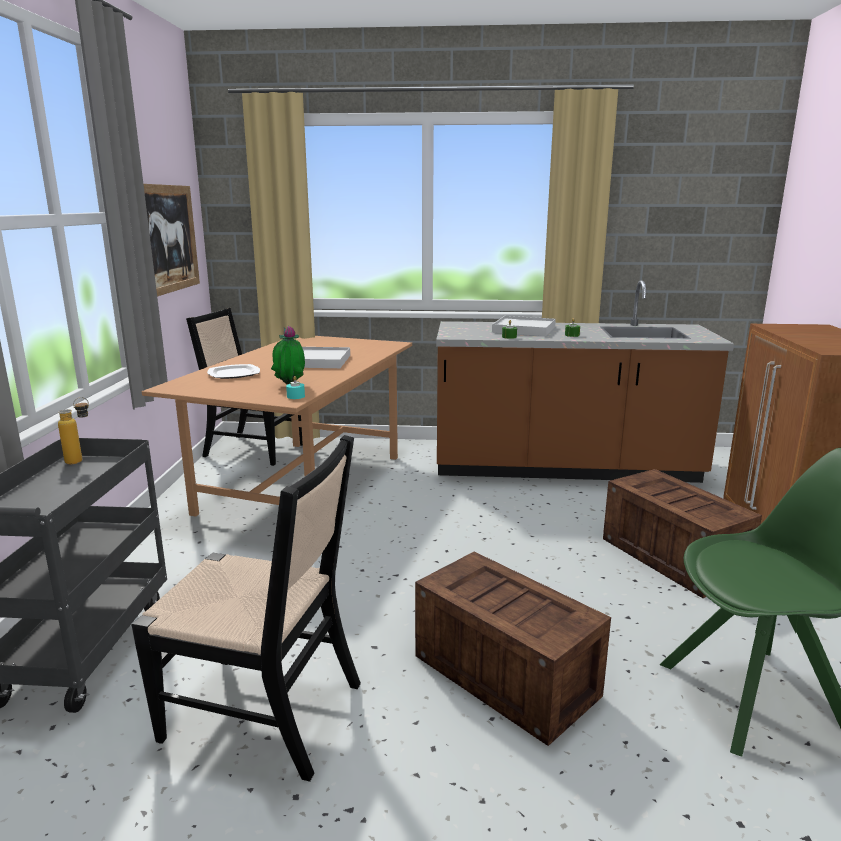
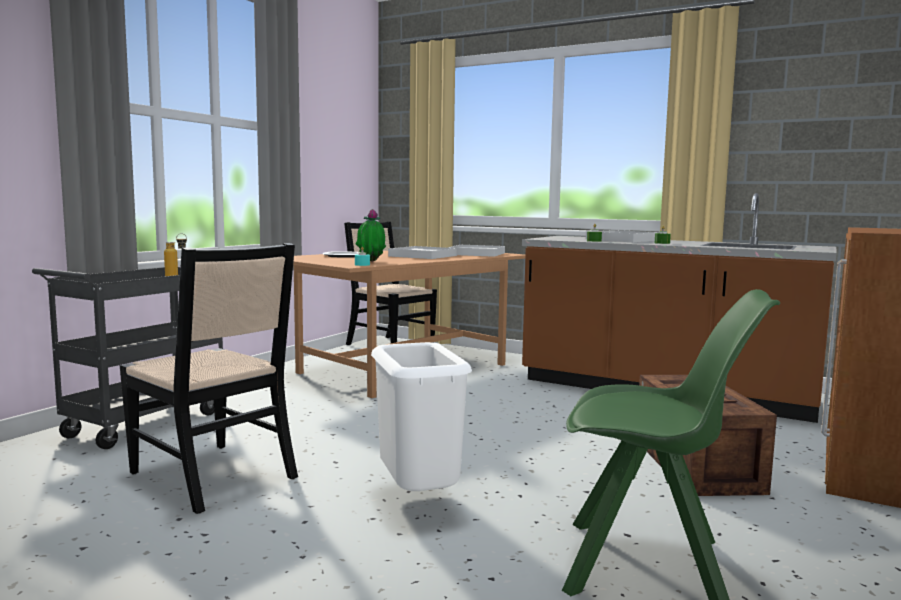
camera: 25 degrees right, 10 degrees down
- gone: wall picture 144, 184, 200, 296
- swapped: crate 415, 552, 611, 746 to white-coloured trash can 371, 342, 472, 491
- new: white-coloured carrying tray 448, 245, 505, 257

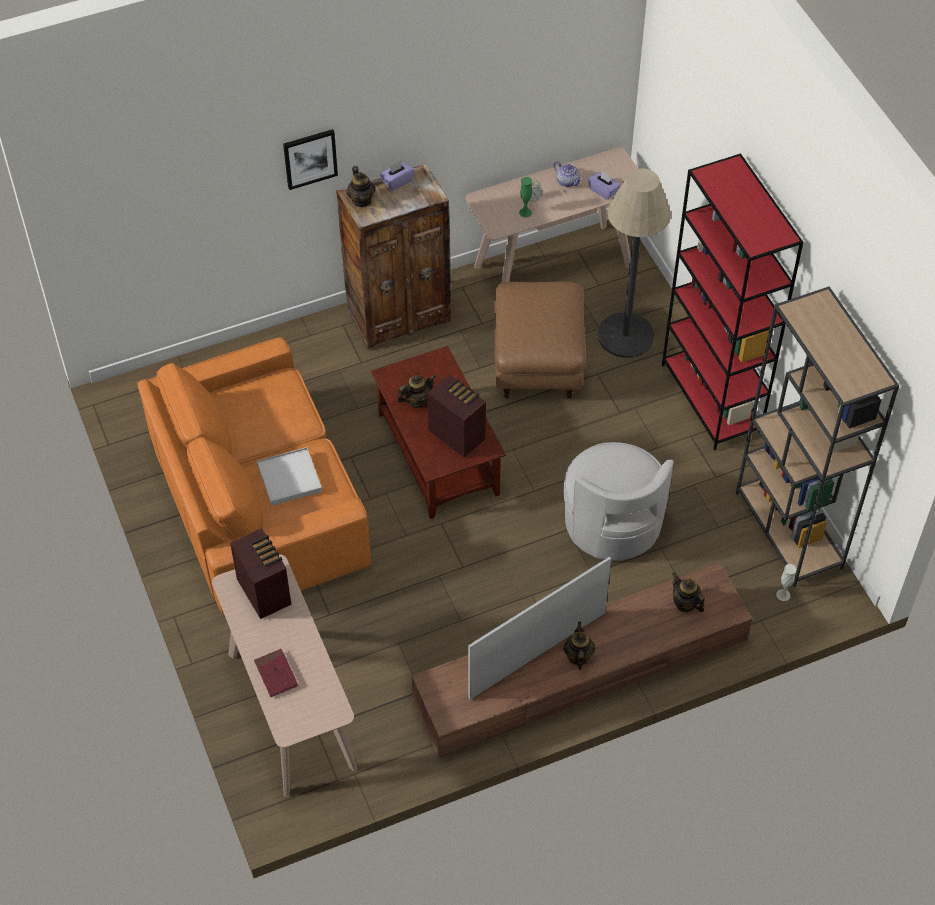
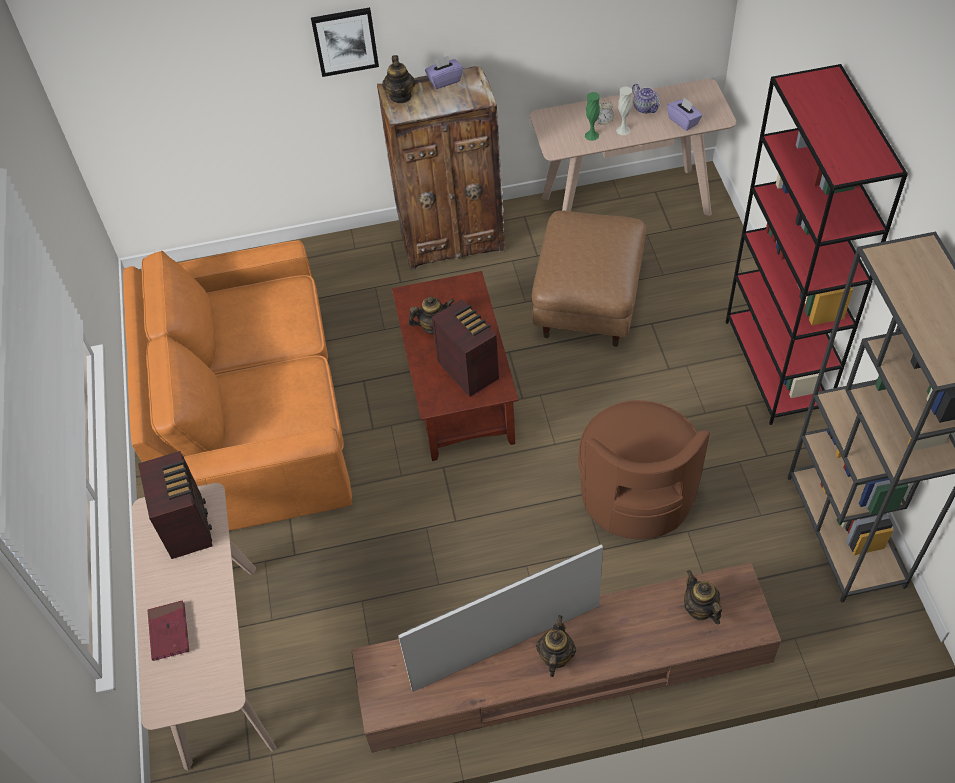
camera: 15 degrees right, 0 degrees up
- gone: standard lamp 598, 168, 671, 358
- repainted: white-coloured easy chair 563, 442, 674, 561 to brown easy chair 578, 400, 709, 539
- gone: white-coloured carrying tray 257, 447, 322, 506
- shifted: white-coloured vase 777, 564, 796, 601 to 616, 86, 632, 135

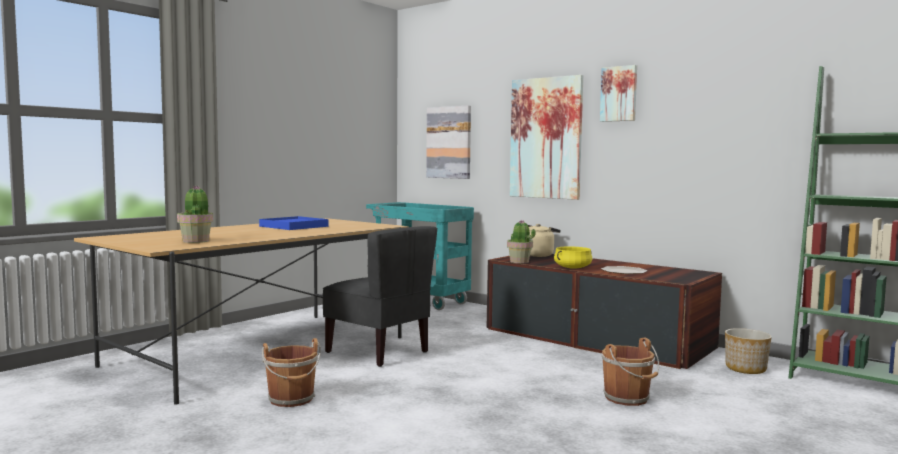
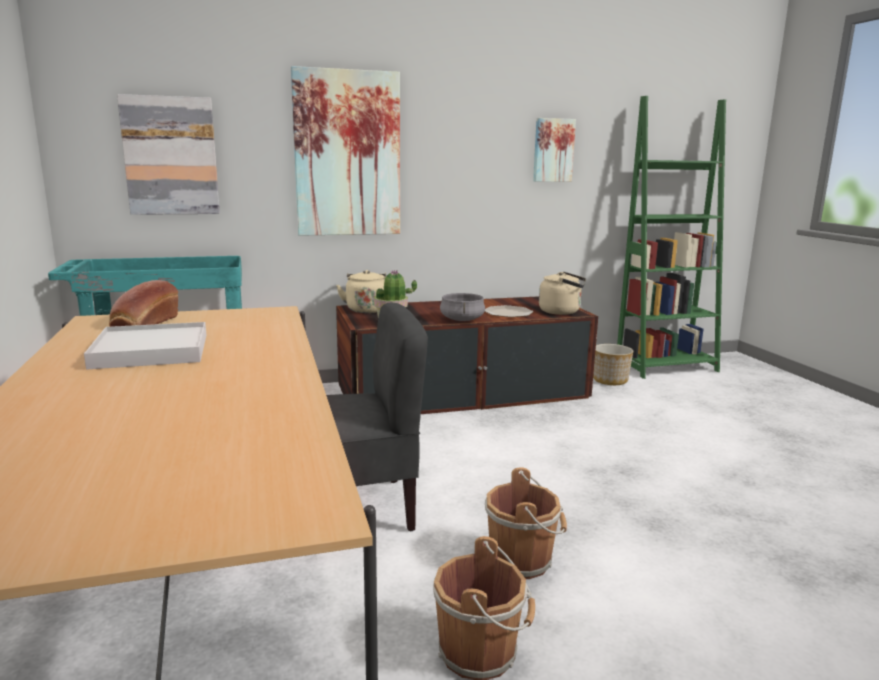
camera: 55 degrees left, 10 degrees up
- shifted: wall picture 600, 65, 637, 122 to 533, 118, 576, 182
- gone: plant in a pot 177, 186, 213, 243
- repainted: bluish carrying tray 259, 216, 328, 230 to white-coloured carrying tray 84, 322, 206, 370
- repainted: yellow saucepot 554, 246, 592, 269 to gray saucepot 440, 293, 485, 321
- shifted: brown pail 602, 338, 659, 406 to 485, 467, 567, 579
- new: beige-coloured kettle 539, 272, 586, 315
- new: bakery bread 109, 280, 178, 327

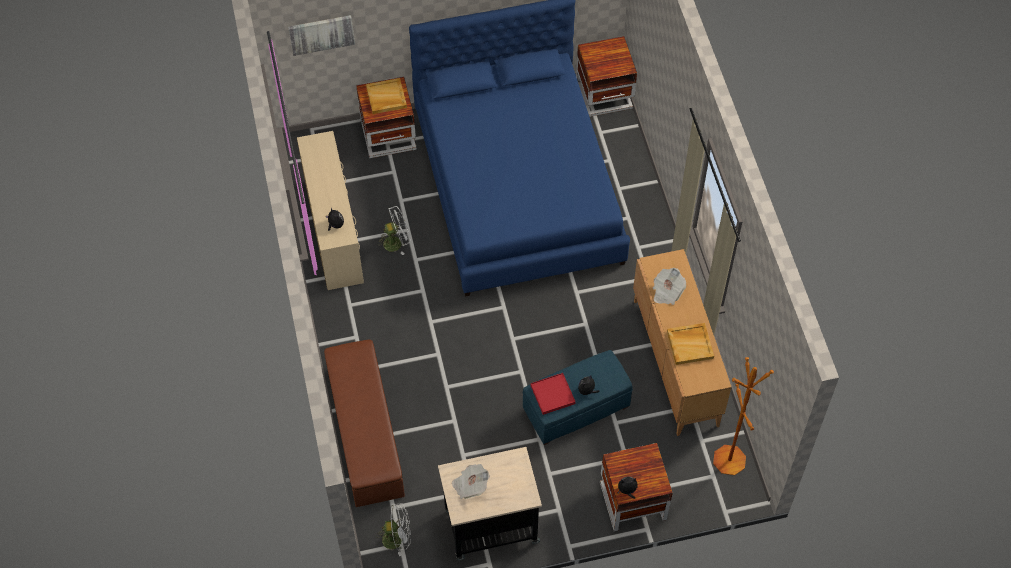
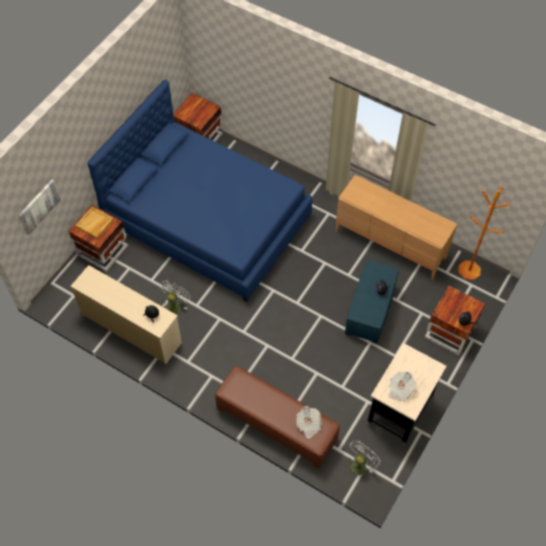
camera: 45 degrees left, 0 degrees up
- shifted: printed paper 653, 268, 686, 305 to 296, 406, 322, 438
- gone: beige-coloured carrying tray 667, 323, 714, 365
- gone: red carrying tray 531, 373, 576, 415

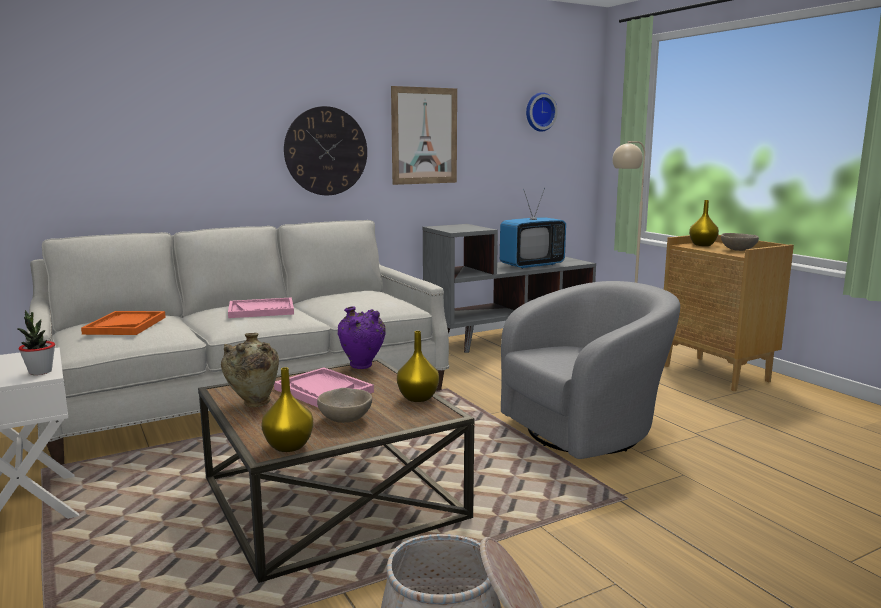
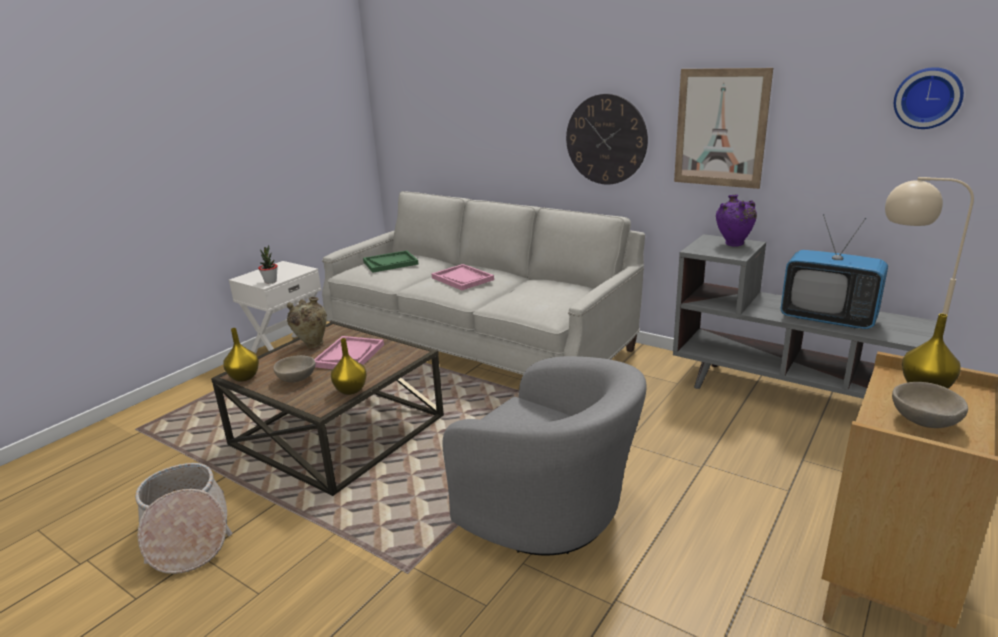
camera: 65 degrees right, 10 degrees up
- shifted: purple-coloured vase 338, 306, 386, 369 to 716, 194, 757, 246
- repainted: orange-coloured carrying tray 81, 311, 166, 335 to greenish carrying tray 363, 250, 418, 273

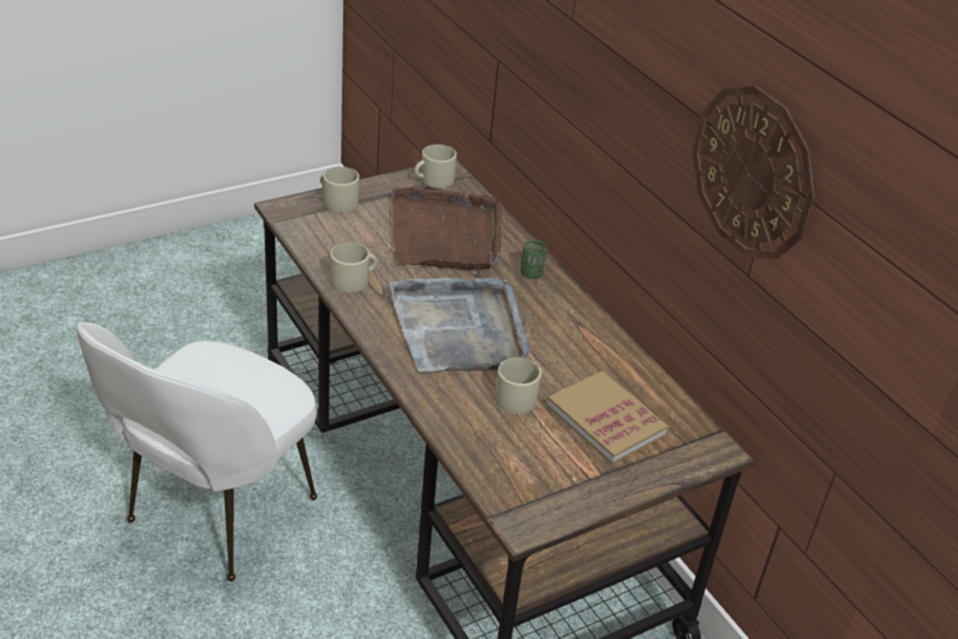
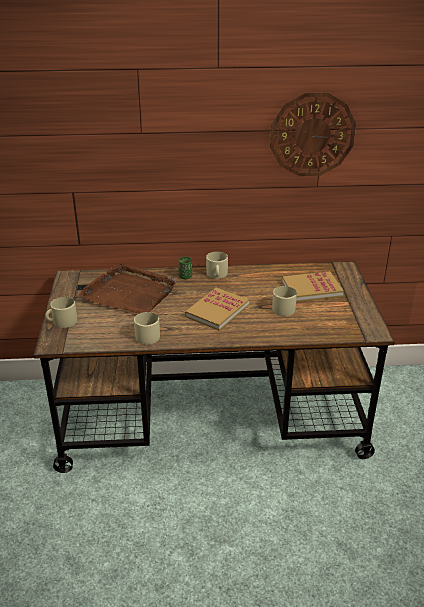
camera: 60 degrees left, 5 degrees down
- shifted: beige-coloured coffee mug 414, 144, 457, 188 to 206, 251, 228, 279
- swapped: gray carrying tray 389, 278, 530, 372 to book 185, 288, 249, 331
- gone: white-coloured chair 77, 322, 317, 581

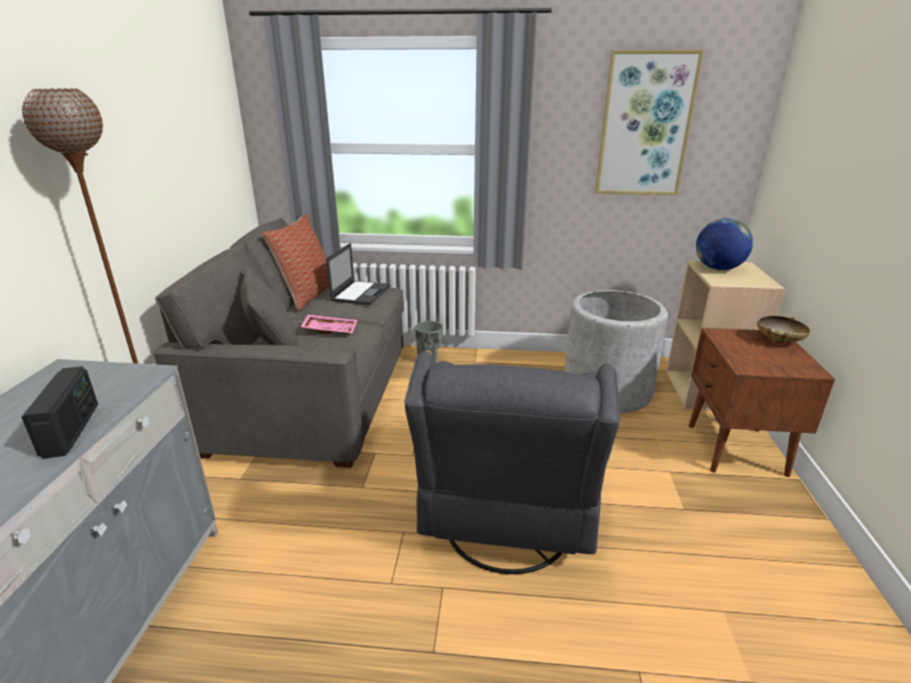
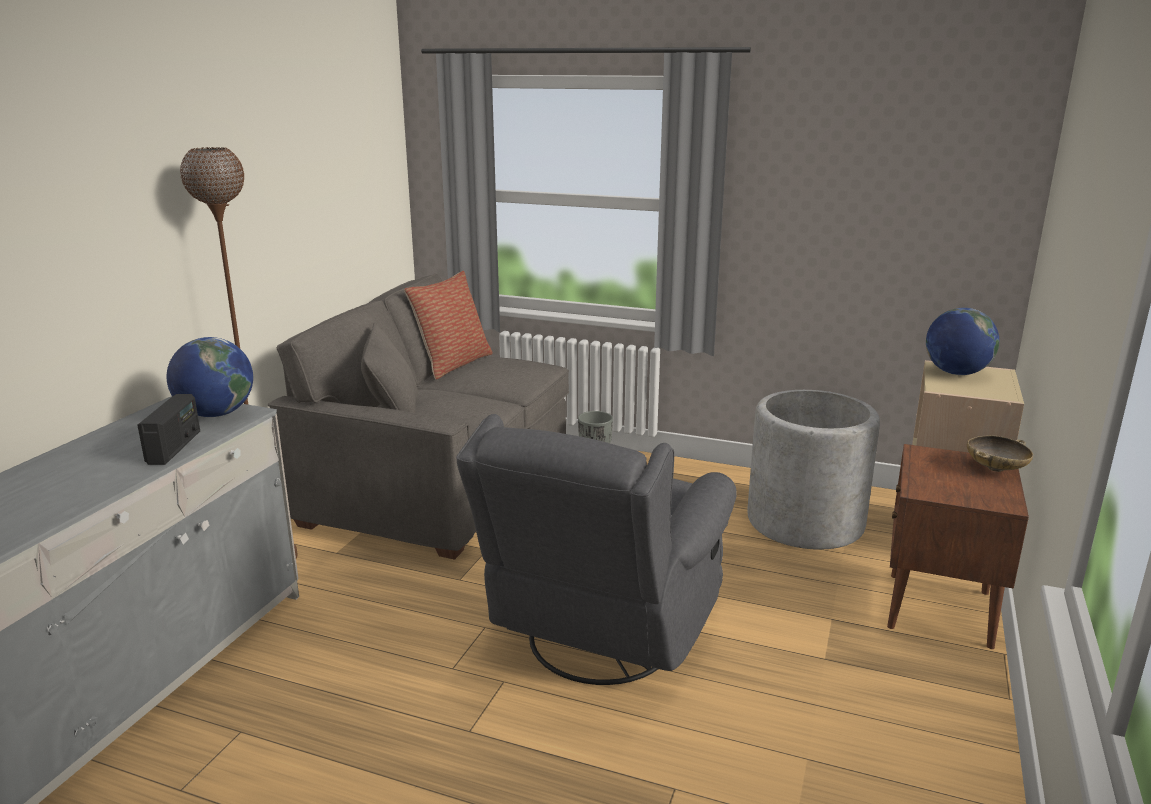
camera: 15 degrees right, 5 degrees down
- gone: wall picture 595, 50, 704, 195
- gone: portable computer 326, 243, 390, 305
- gone: pink carrying tray 301, 314, 357, 334
- new: globe 167, 337, 253, 417

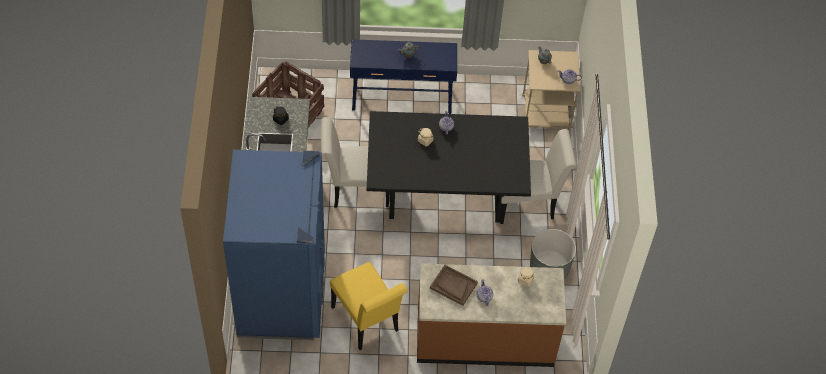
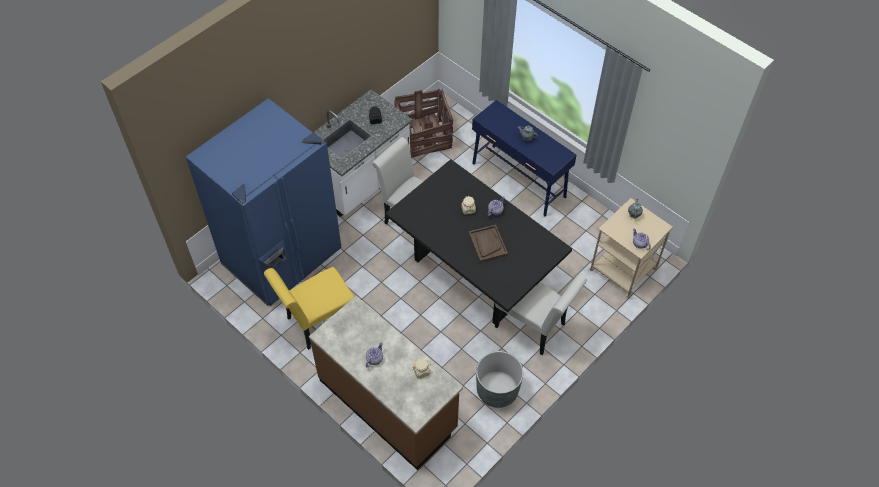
camera: 45 degrees right, 0 degrees up
- rotated: yellow chair 330, 262, 408, 350 = 264, 267, 355, 350 45 degrees clockwise
- shifted: brown carrying tray 430, 265, 478, 306 to 469, 225, 508, 262

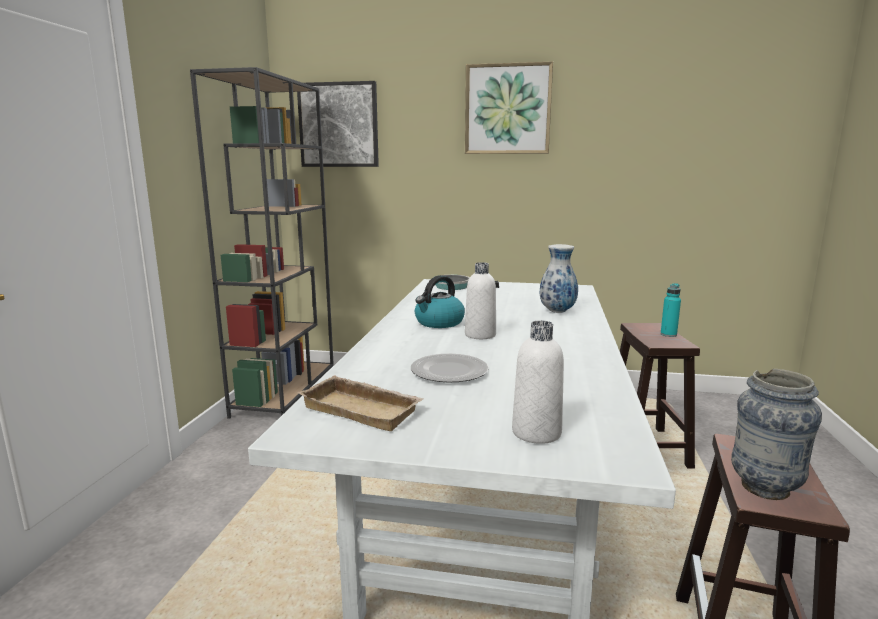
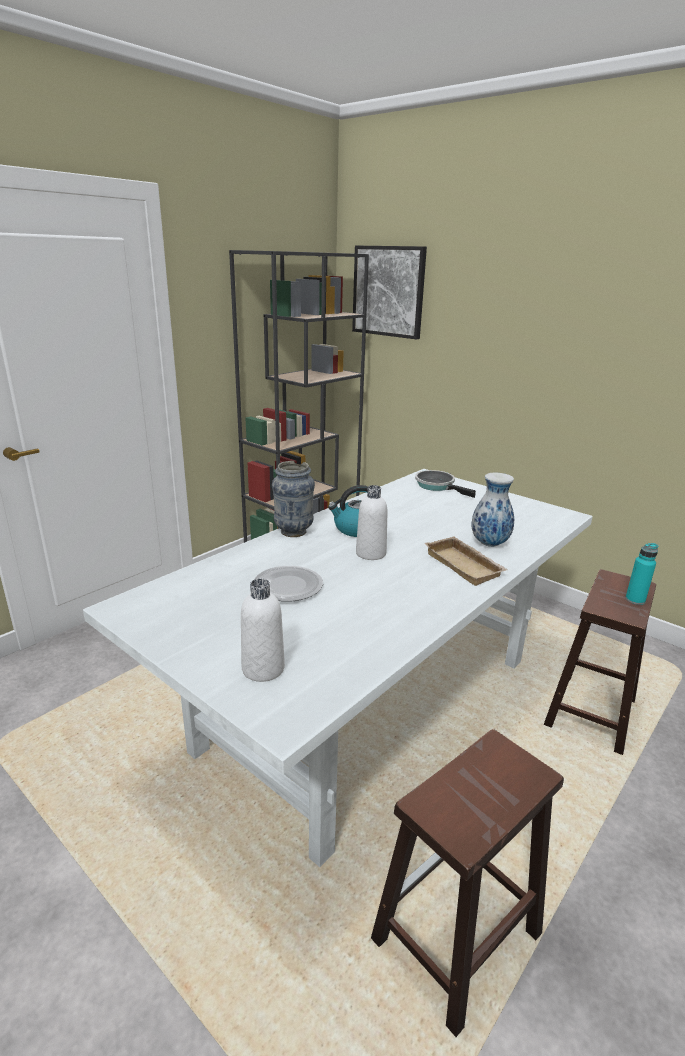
camera: 30 degrees right, 10 degrees up
- gone: wall picture 465, 62, 553, 154
- shifted: vase 731, 369, 822, 500 to 272, 461, 315, 537
- shifted: beige-coloured carrying tray 297, 375, 424, 431 to 424, 536, 508, 586

